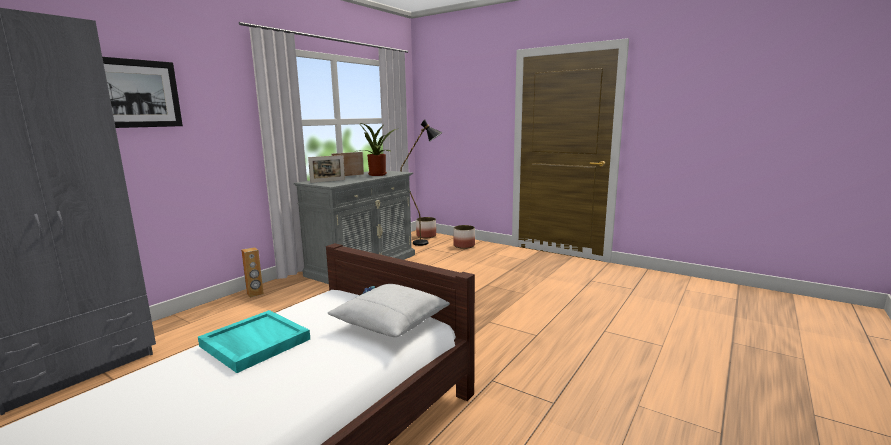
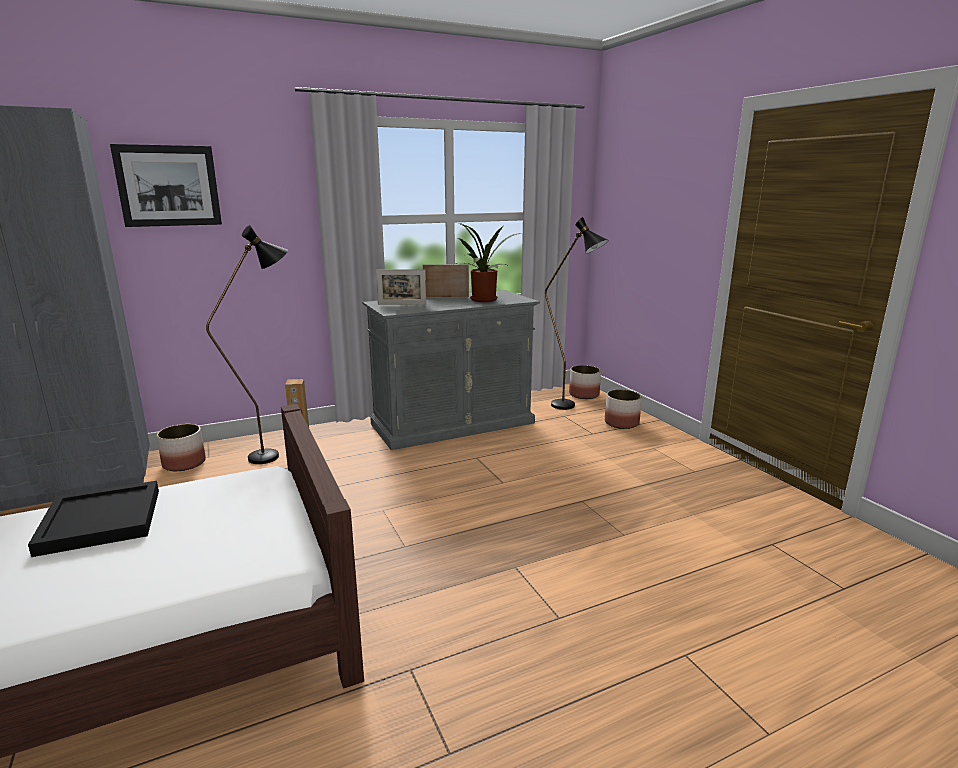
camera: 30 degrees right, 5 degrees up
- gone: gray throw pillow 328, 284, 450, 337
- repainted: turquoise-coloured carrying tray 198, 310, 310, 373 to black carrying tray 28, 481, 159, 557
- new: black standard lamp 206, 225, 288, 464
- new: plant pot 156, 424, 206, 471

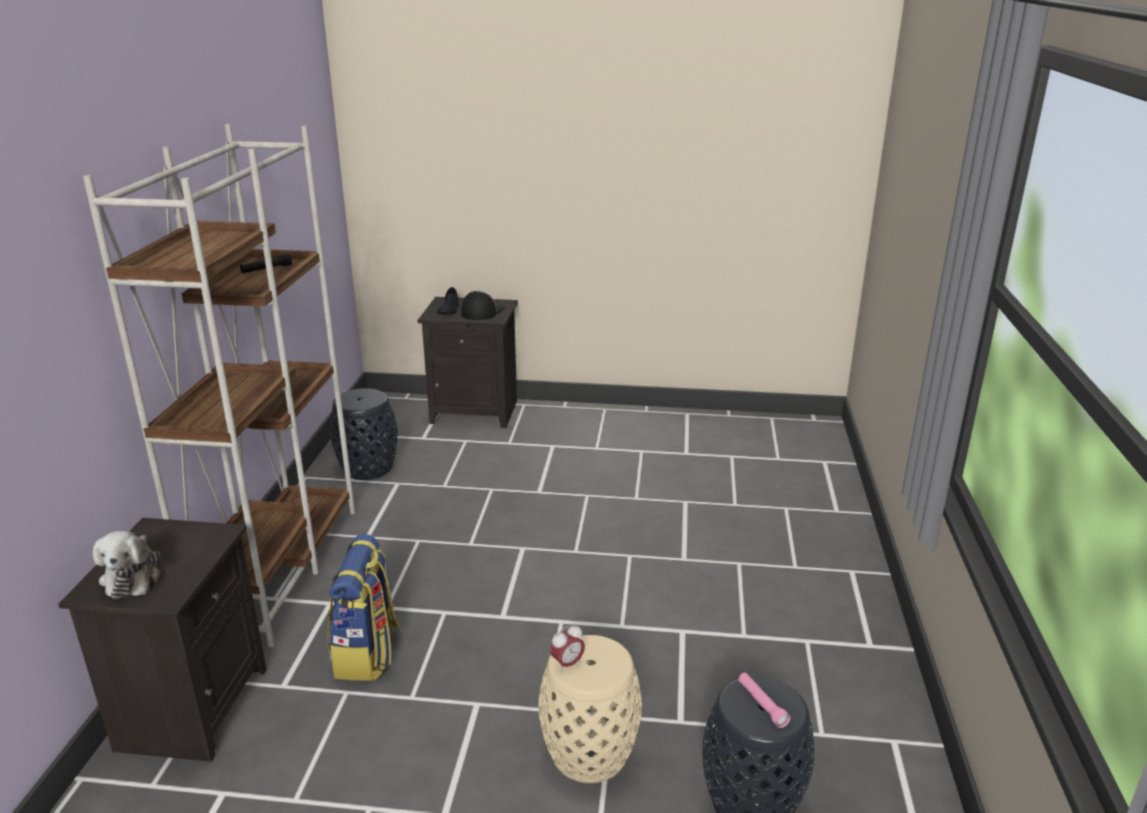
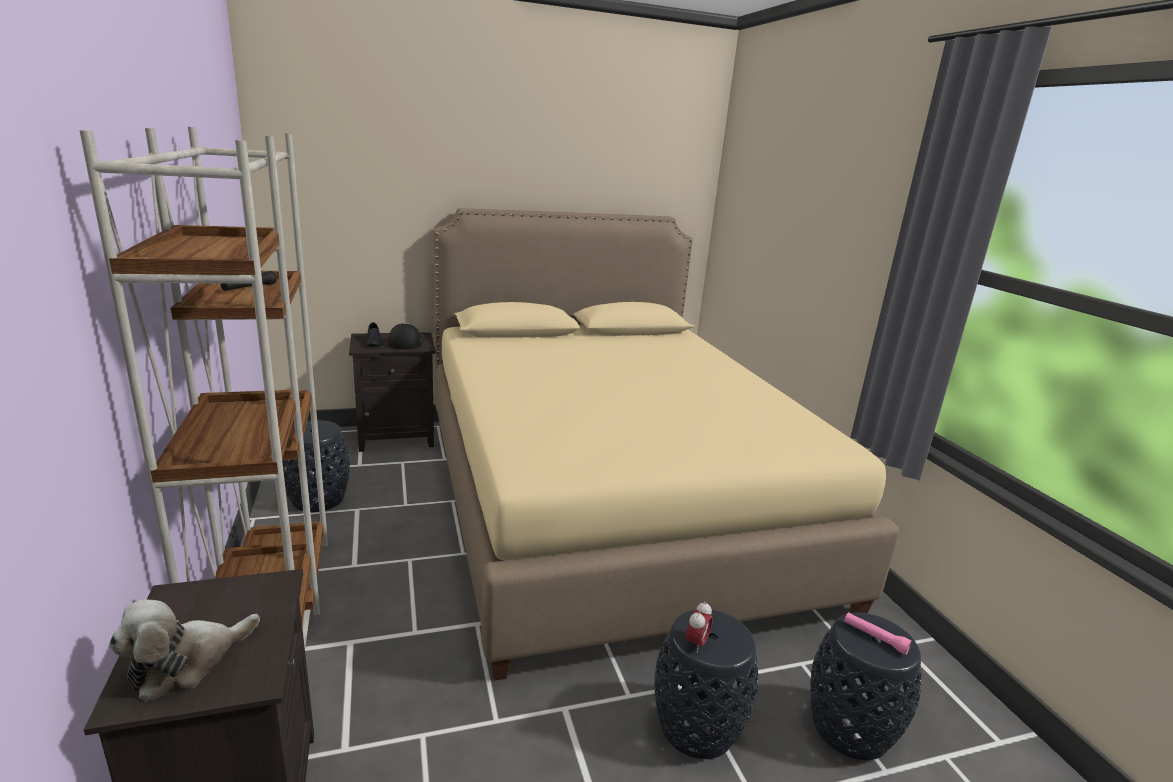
camera: 25 degrees left, 5 degrees down
- rotated: cuddly toy 93, 531, 162, 599 = 109, 599, 260, 702 75 degrees clockwise
- gone: backpack 328, 534, 402, 681
- repainted: beige-coloured sitting stool 539, 635, 642, 783 to black sitting stool 654, 609, 758, 759
- new: beige-coloured bedroom bed 433, 208, 900, 681

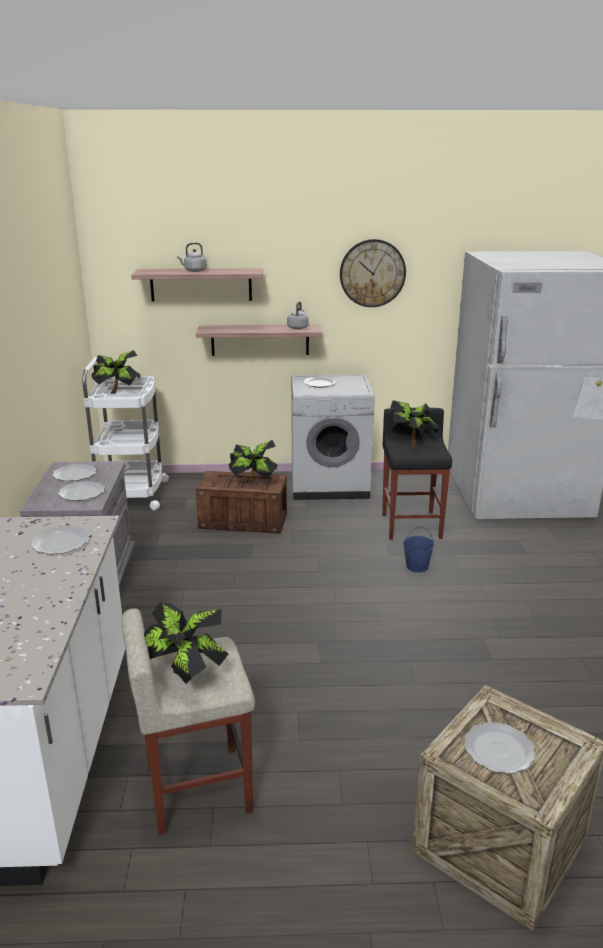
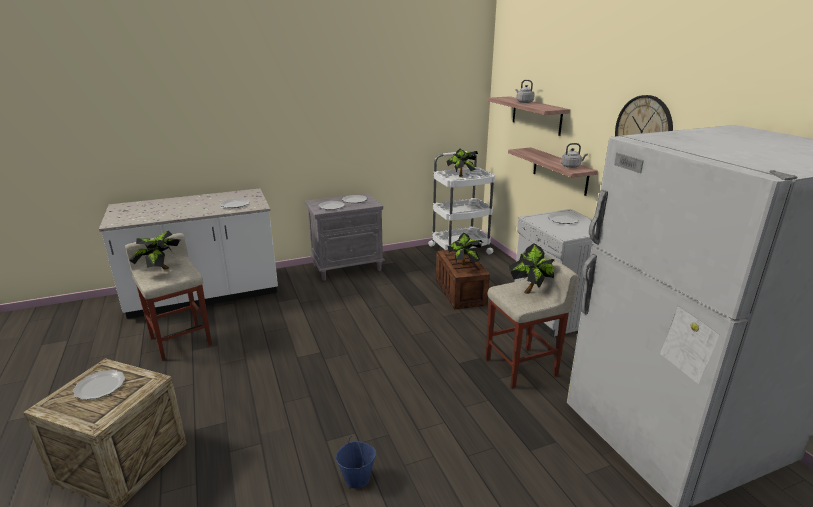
camera: 70 degrees right, 0 degrees up
- repainted: black sitting stool 382, 408, 452, 540 to beige-coloured sitting stool 486, 254, 579, 388
- shifted: bluish pail 403, 526, 434, 573 to 336, 436, 376, 489

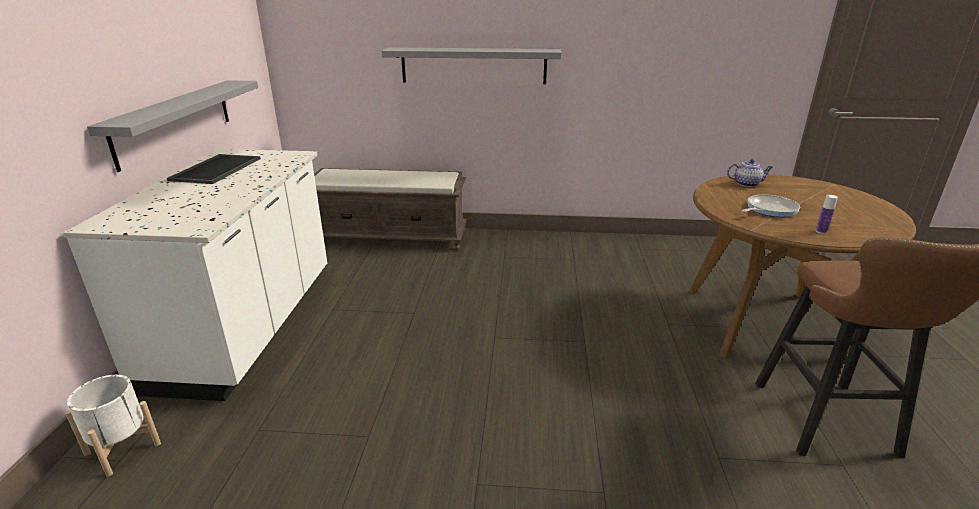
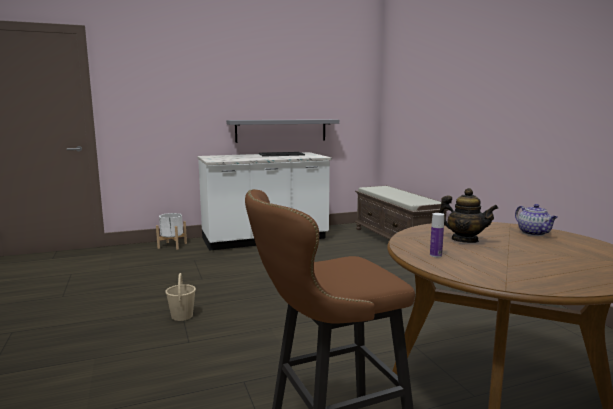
camera: 65 degrees right, 15 degrees down
- gone: gray shelf 382, 47, 562, 84
- swapped: pan 742, 195, 800, 217 to teapot 439, 188, 498, 243
- new: beige-coloured pail 165, 273, 196, 321

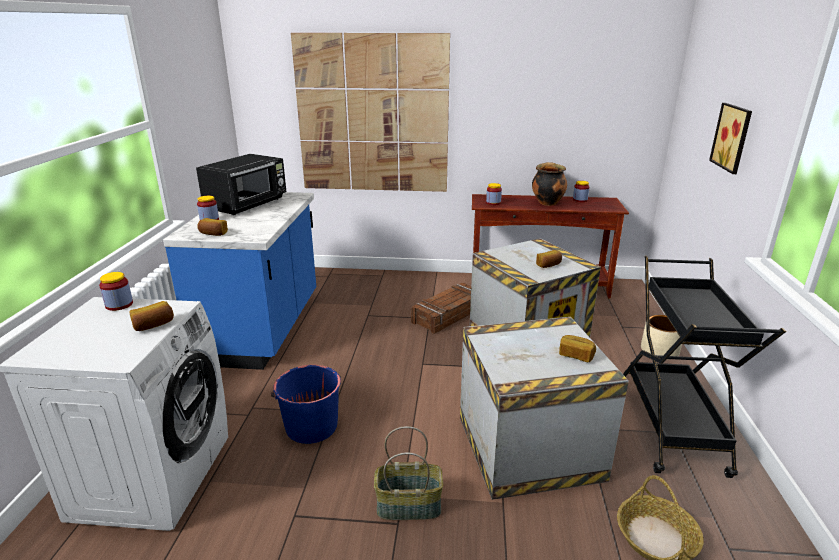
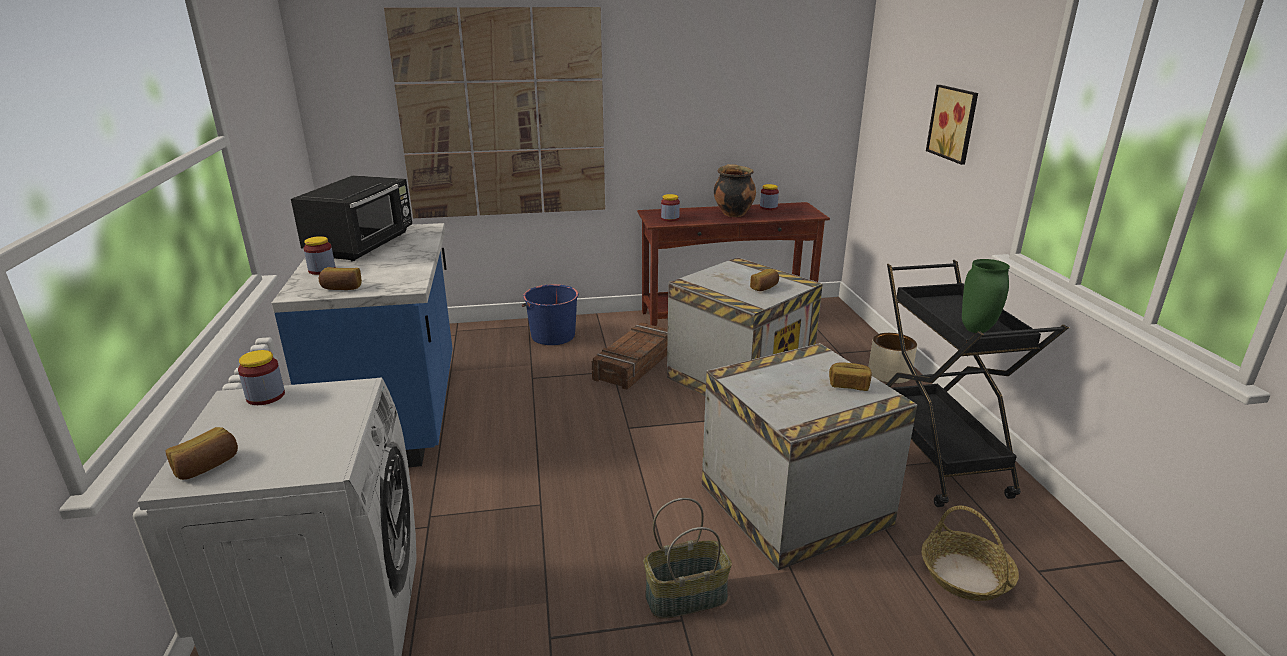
camera: 15 degrees left, 0 degrees up
- shifted: bakery bread 129, 301, 174, 331 to 166, 427, 238, 480
- shifted: bluish pail 271, 365, 341, 444 to 522, 284, 579, 345
- new: greenish vase 962, 259, 1010, 333

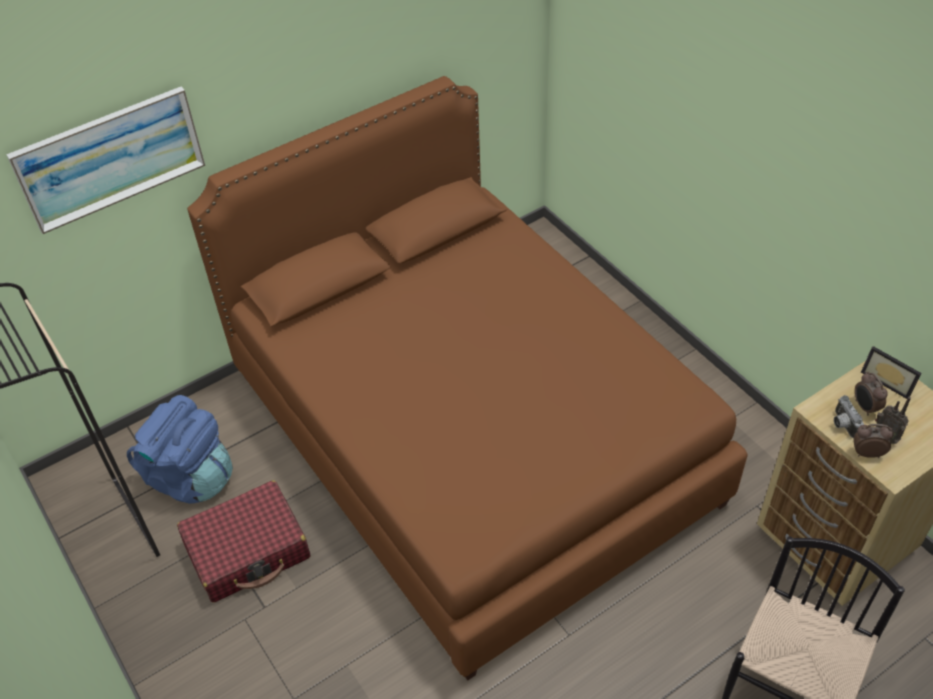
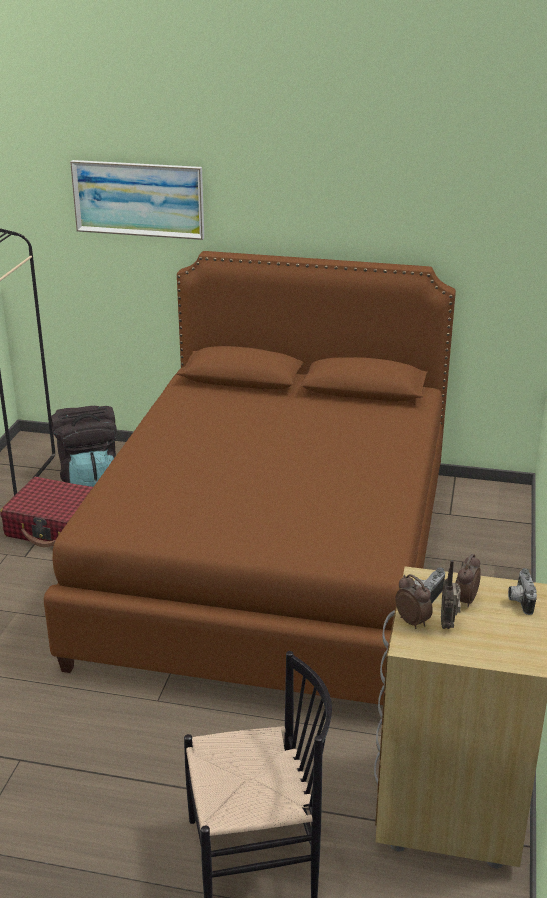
camera: 45 degrees right, 20 degrees down
- swapped: picture frame 861, 346, 922, 399 to photo camera 508, 568, 537, 615
- repainted: bluish backpack 127, 395, 233, 504 to black backpack 50, 406, 117, 487

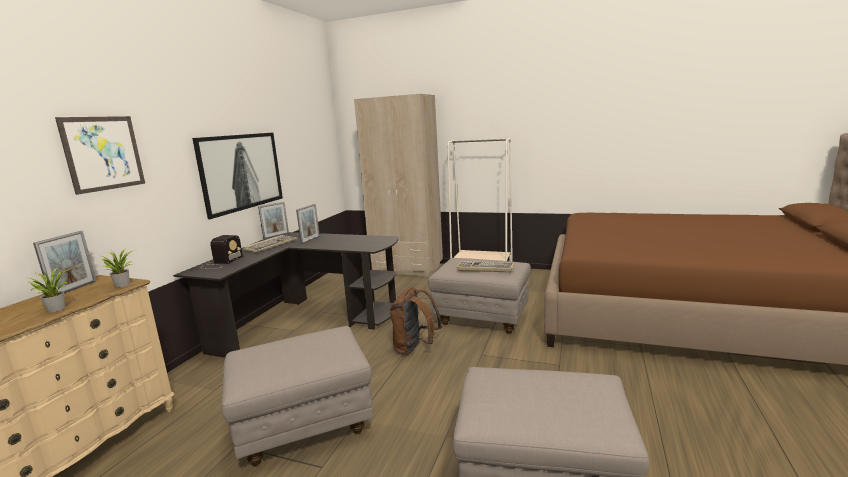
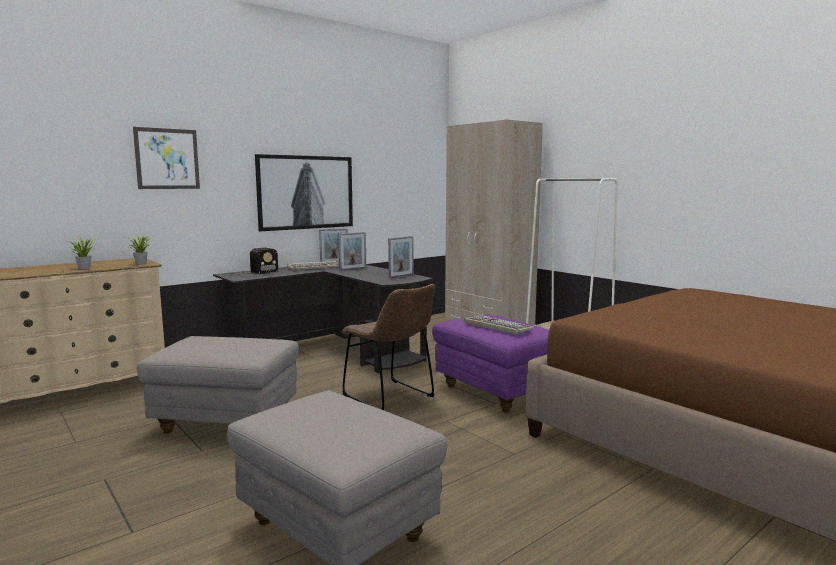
camera: 30 degrees right, 5 degrees down
- shifted: picture frame 33, 231, 96, 293 to 388, 236, 414, 278
- repainted: gray footrest 428, 258, 531, 334 to purple-coloured footrest 432, 314, 549, 413
- swapped: brown backpack 390, 287, 442, 355 to brown chair 342, 284, 436, 411

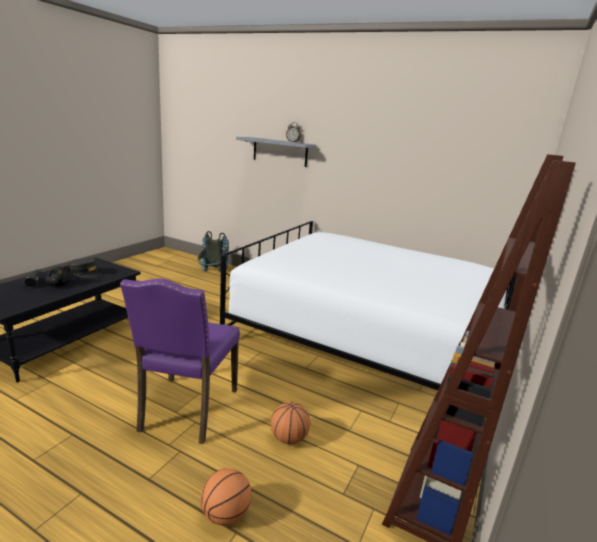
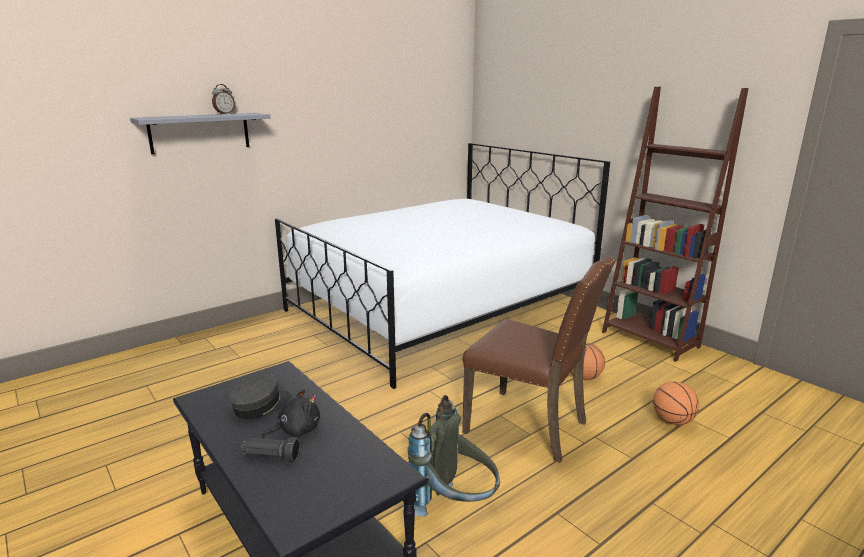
camera: 65 degrees left, 0 degrees up
- shifted: gray backpack 197, 231, 229, 272 to 408, 395, 500, 516
- repainted: purple-coloured chair 120, 279, 240, 444 to brown chair 462, 257, 616, 463

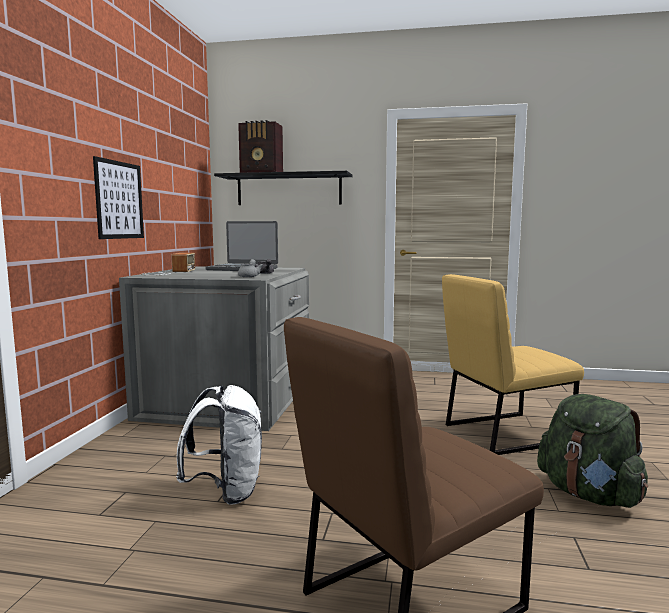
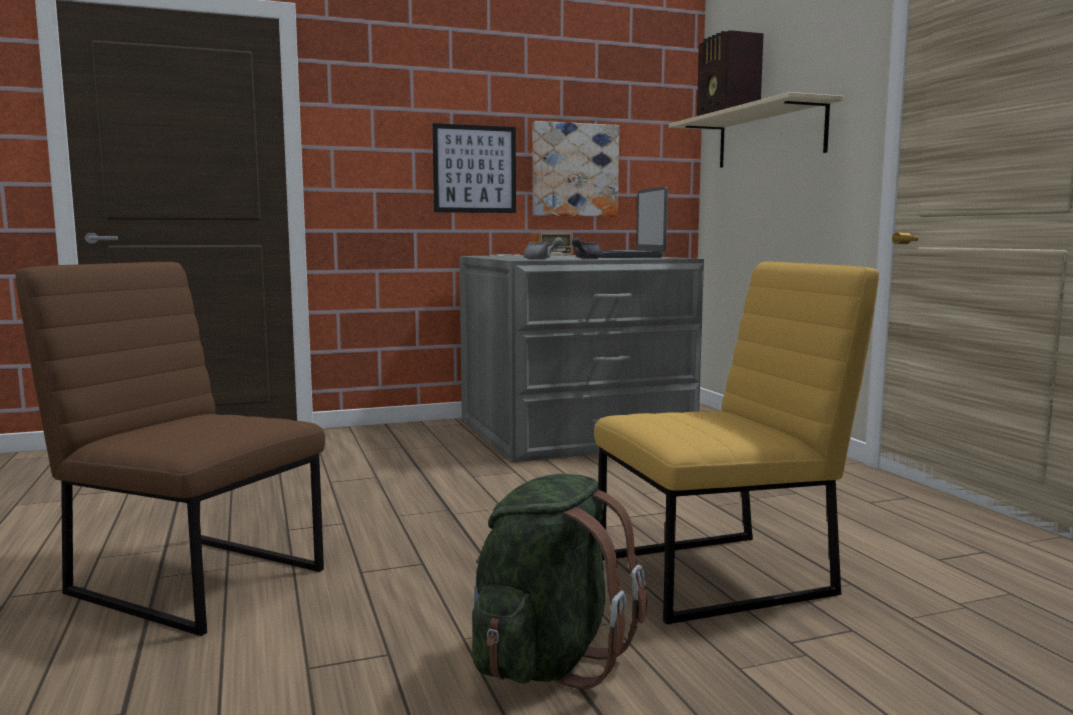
camera: 60 degrees right, 0 degrees up
- repainted: black shelf 214, 171, 353, 205 to beige-coloured shelf 669, 92, 843, 168
- rotated: yellow chair 442, 274, 584, 455 = 594, 262, 879, 624 120 degrees clockwise
- gone: white-coloured backpack 176, 385, 262, 505
- new: wall picture 533, 121, 619, 217

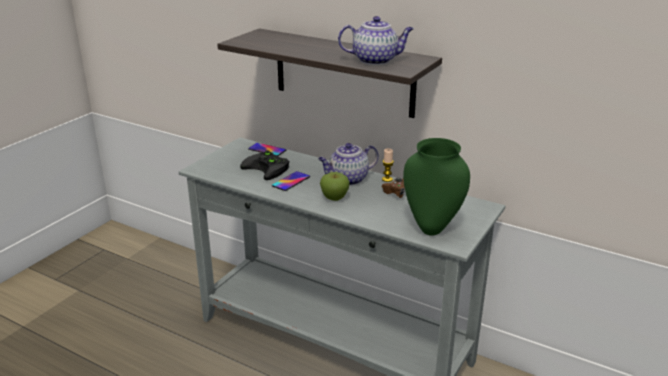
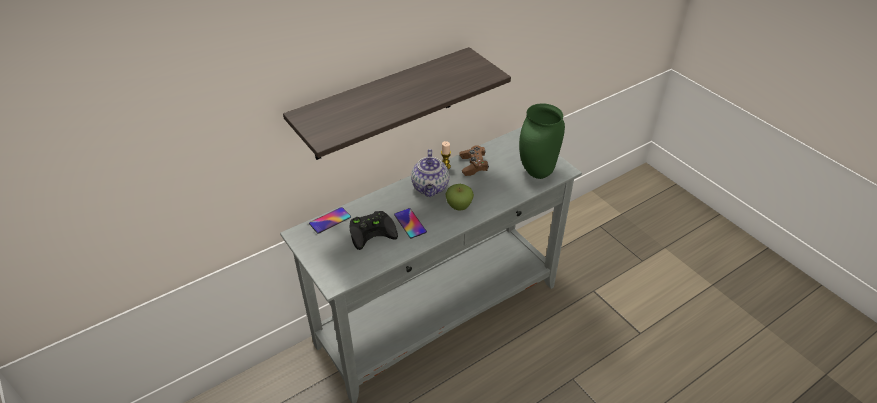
camera: 65 degrees left, 15 degrees up
- gone: teapot 338, 16, 414, 65

